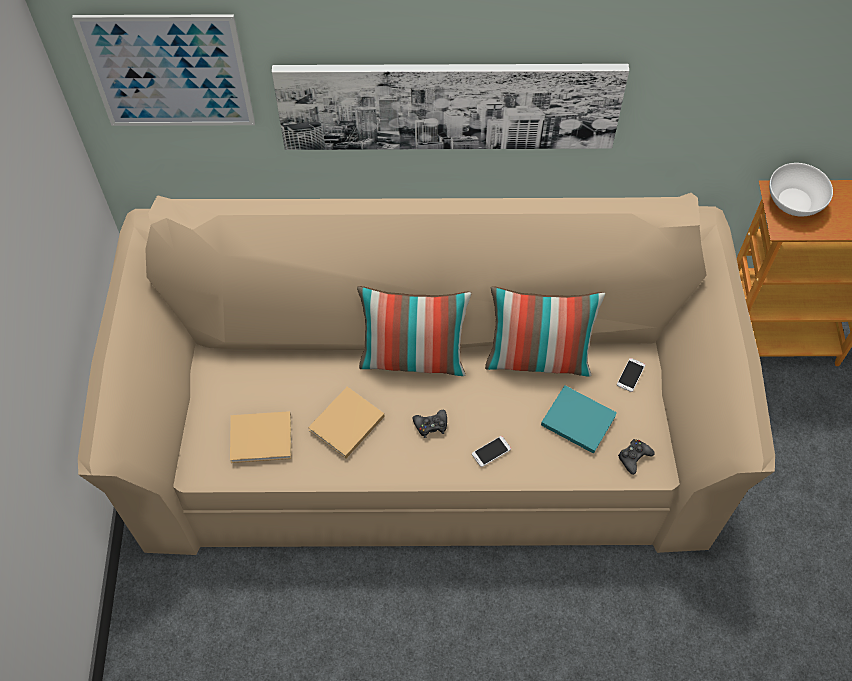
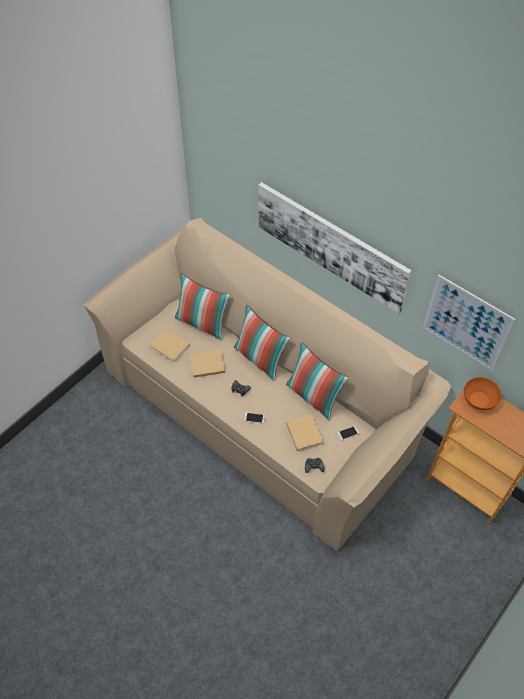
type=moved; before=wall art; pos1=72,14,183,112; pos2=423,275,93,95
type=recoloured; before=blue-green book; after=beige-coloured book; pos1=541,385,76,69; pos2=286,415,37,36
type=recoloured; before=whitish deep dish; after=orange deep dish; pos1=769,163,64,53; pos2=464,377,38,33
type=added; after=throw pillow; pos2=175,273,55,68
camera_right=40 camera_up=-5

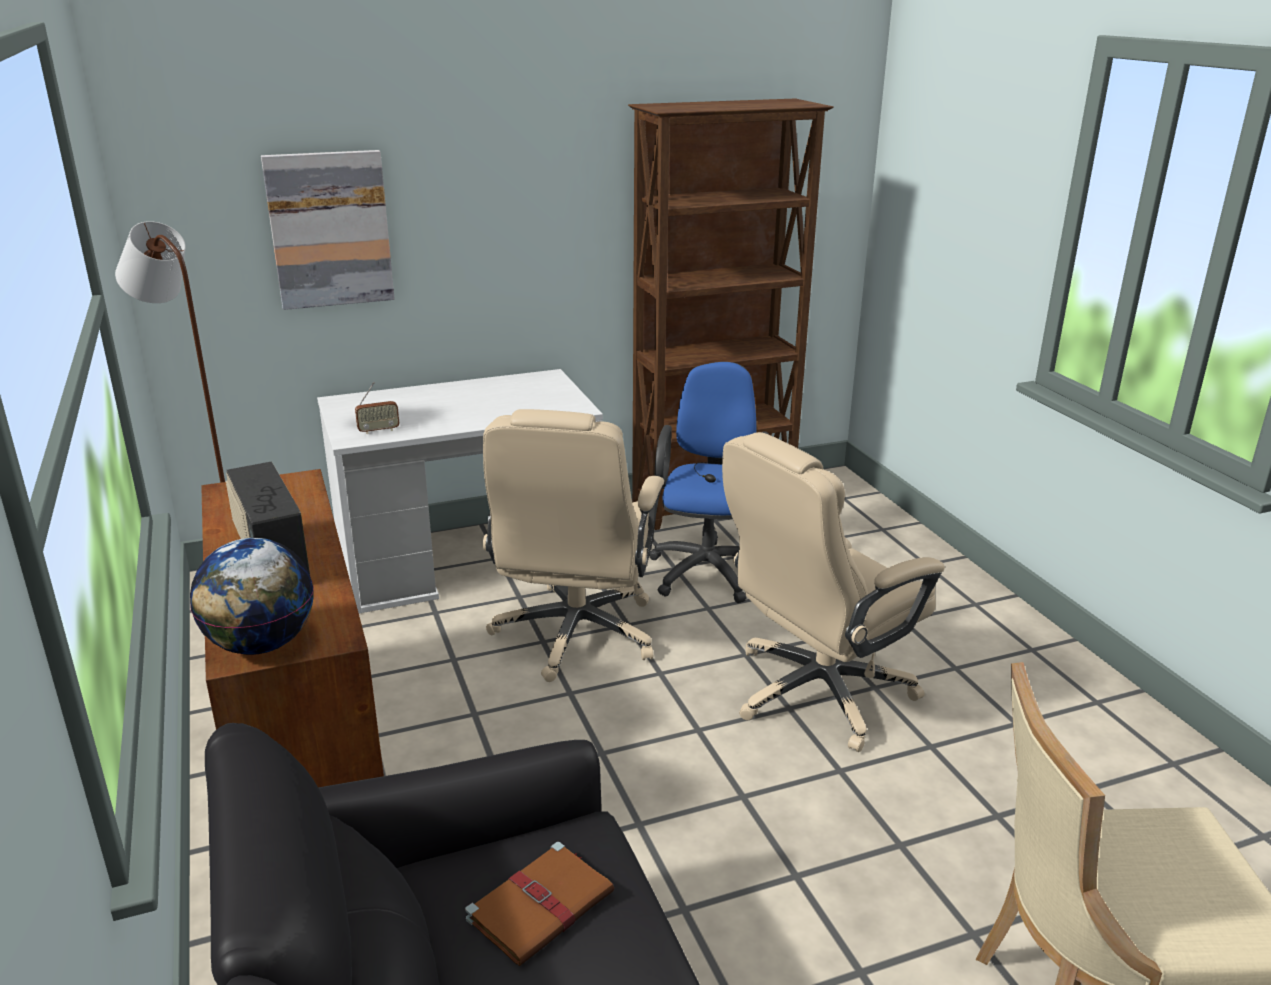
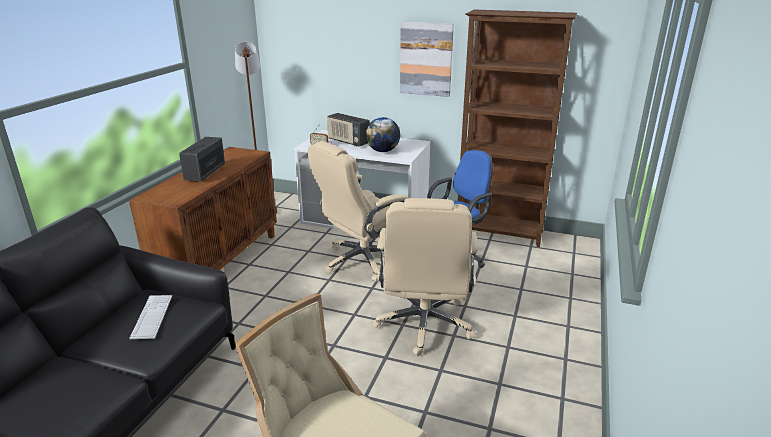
type=moved; before=world globe; pos1=190,538,124,117; pos2=366,117,34,35
type=moved; before=wall art; pos1=261,150,134,160; pos2=400,22,54,75
type=replaced; before=brown-coloured book; after=computer keyboard; pos1=465,842,149,124; pos2=130,295,42,44
type=turned; before=beige-coloured desk chair; pos1=722,432,223,320; pos2=372,198,106,158; turn=-90
type=added; after=radio receiver; pos2=327,113,43,34
camera_right=40 camera_up=0

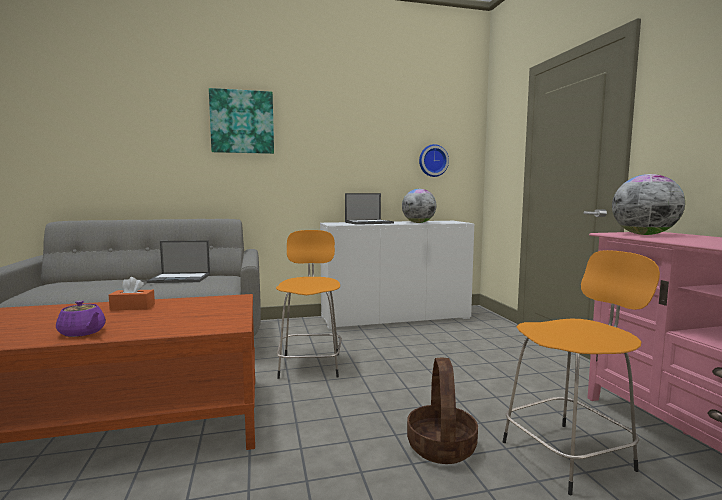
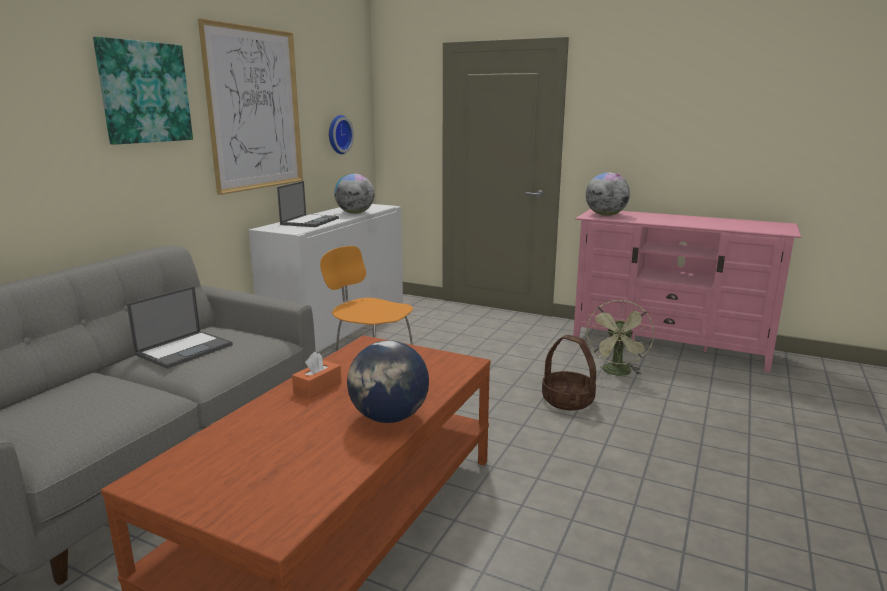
type=replaced; before=purple tea pot; after=world globe; pos1=56,300,50,37; pos2=347,340,82,83
type=replaced; before=orange stool; after=green fan; pos1=503,250,157,245; pos2=587,300,67,76
type=added; after=wall art; pos2=198,18,105,177
camera_right=-50 camera_up=10

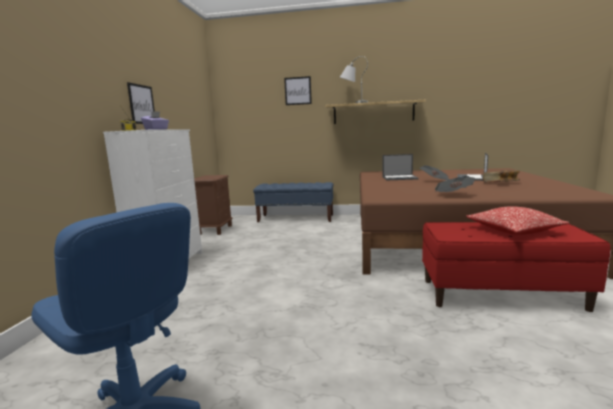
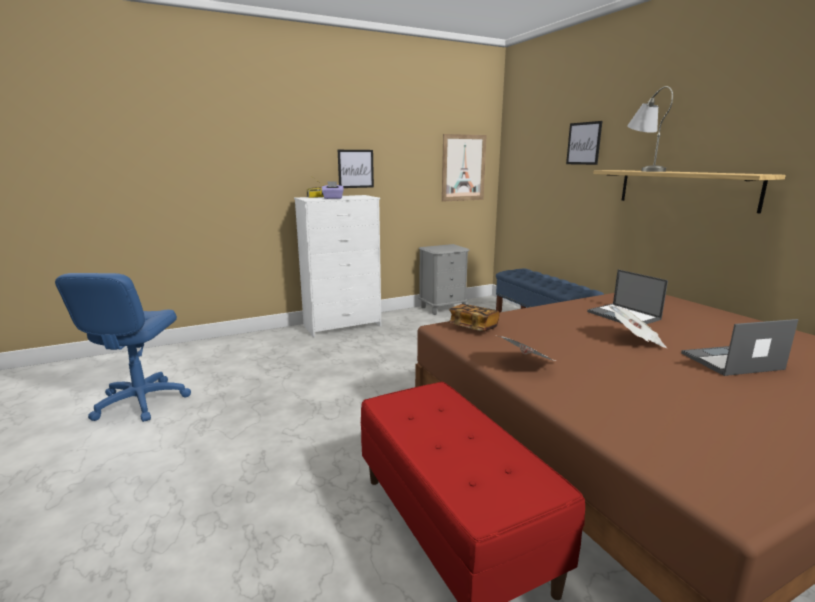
type=recoloured; before=brown-coloured bedside table; after=grey bedside table; pos1=194,175,39,60; pos2=418,244,51,71
type=removed; before=throw pillow; pos1=466,206,104,29
type=moved; before=book; pos1=483,170,37,13; pos2=448,304,52,27
type=added; after=wall art; pos2=442,134,45,68
camera_right=55 camera_up=5

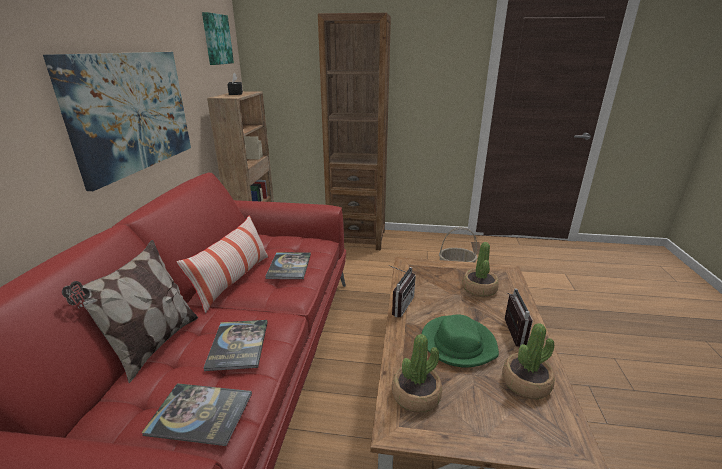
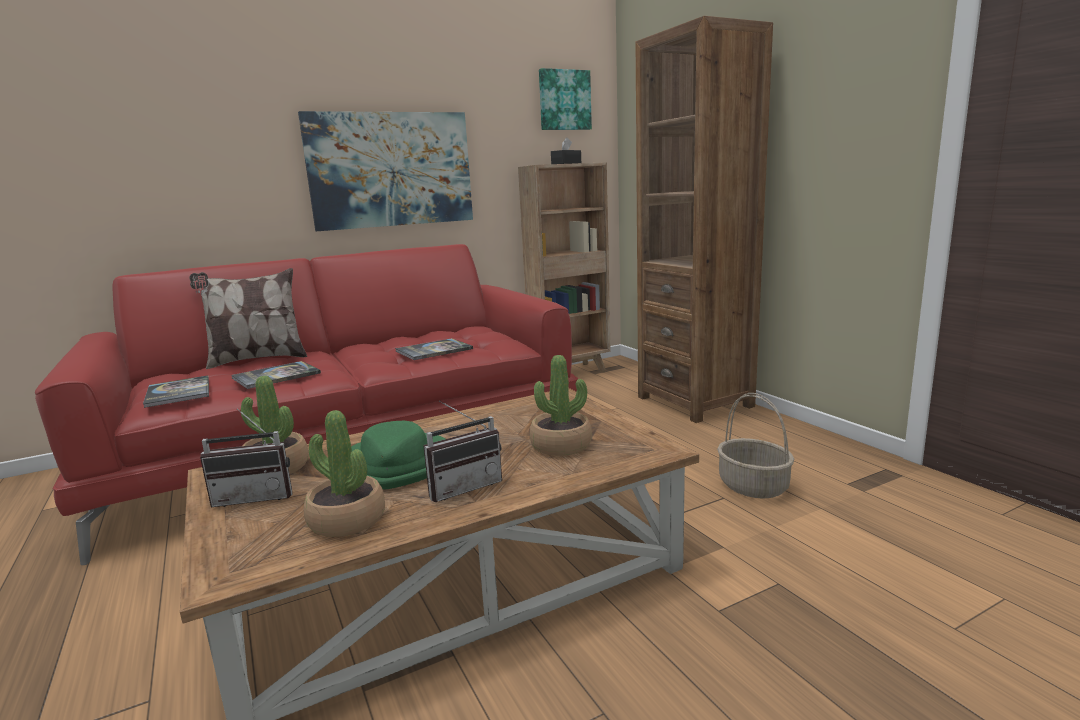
type=removed; before=throw pillow; pos1=176,215,93,98
type=moved; before=radio receiver; pos1=391,266,25,51; pos2=200,408,93,99
camera_right=55 camera_up=-10

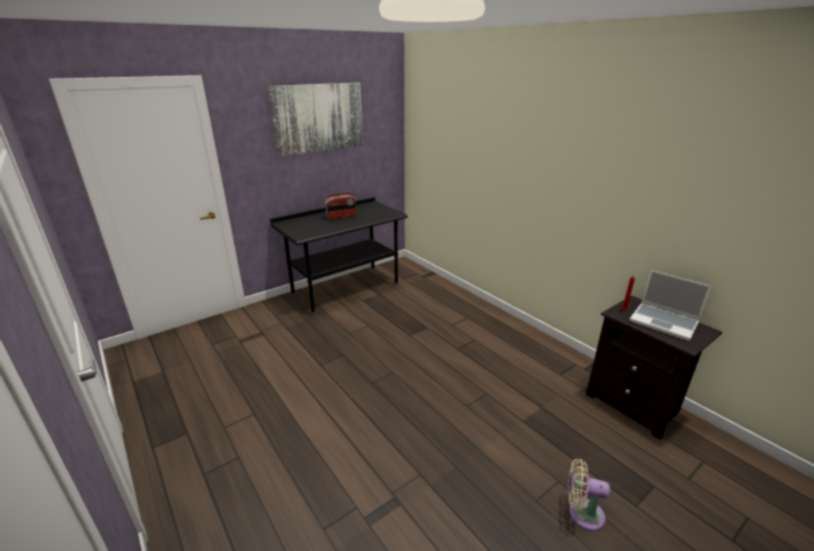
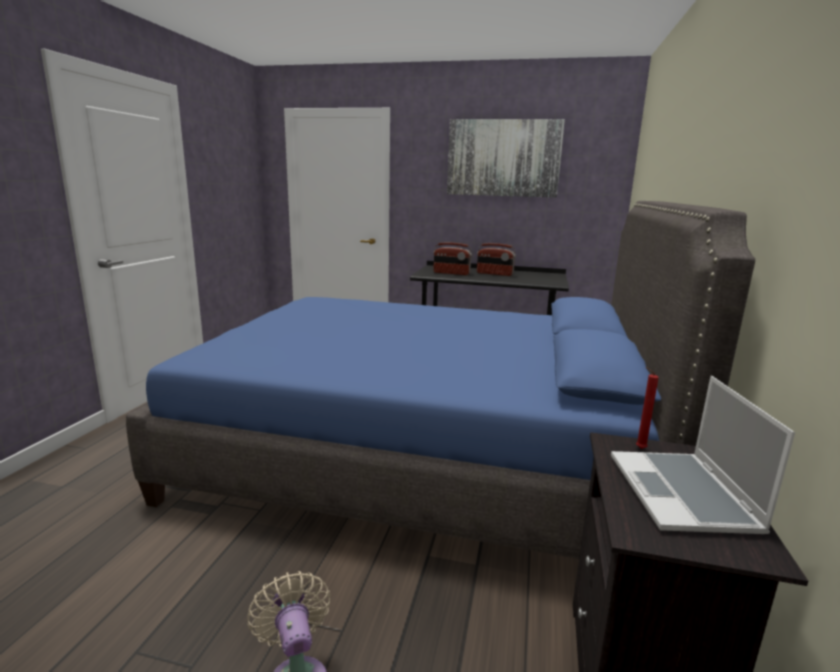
type=added; after=blue-coloured sleeping bed; pos2=126,201,629,358
type=added; after=radio receiver; pos2=433,243,39,32
camera_right=50 camera_up=-10

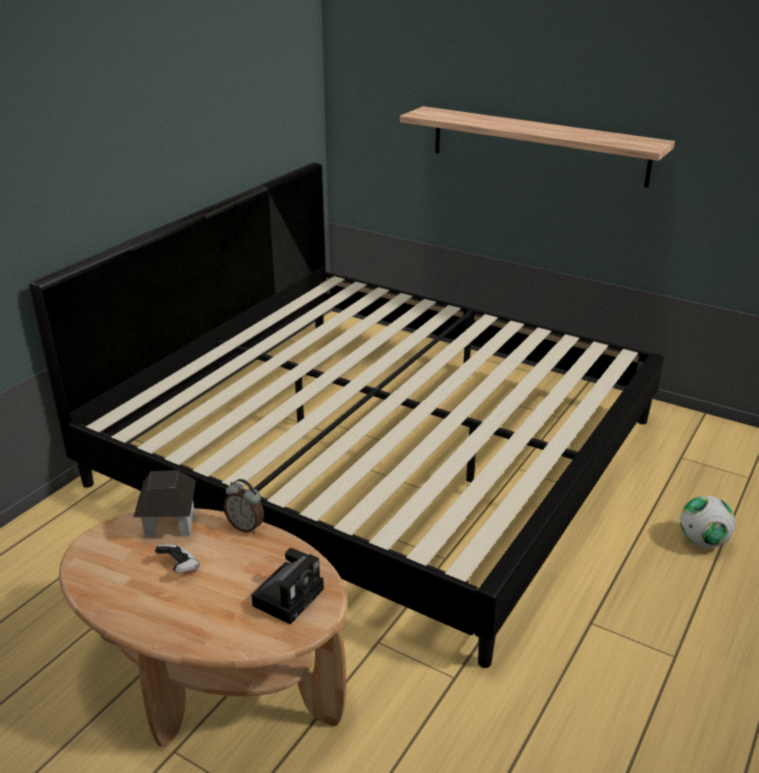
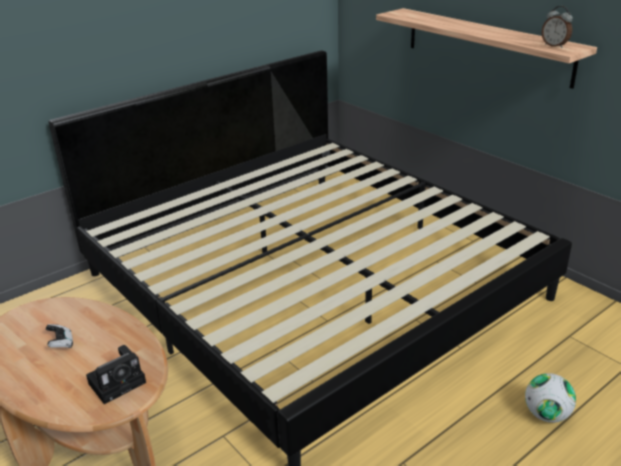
type=removed; before=model house; pos1=133,470,63,68
type=moved; before=alarm clock; pos1=223,479,41,55; pos2=541,6,32,42
camera_right=20 camera_up=0

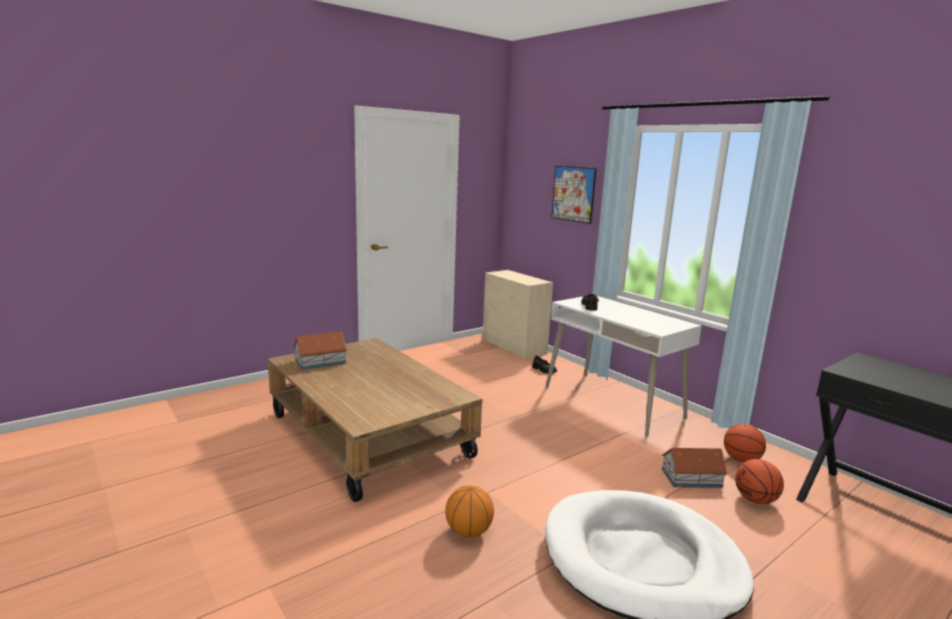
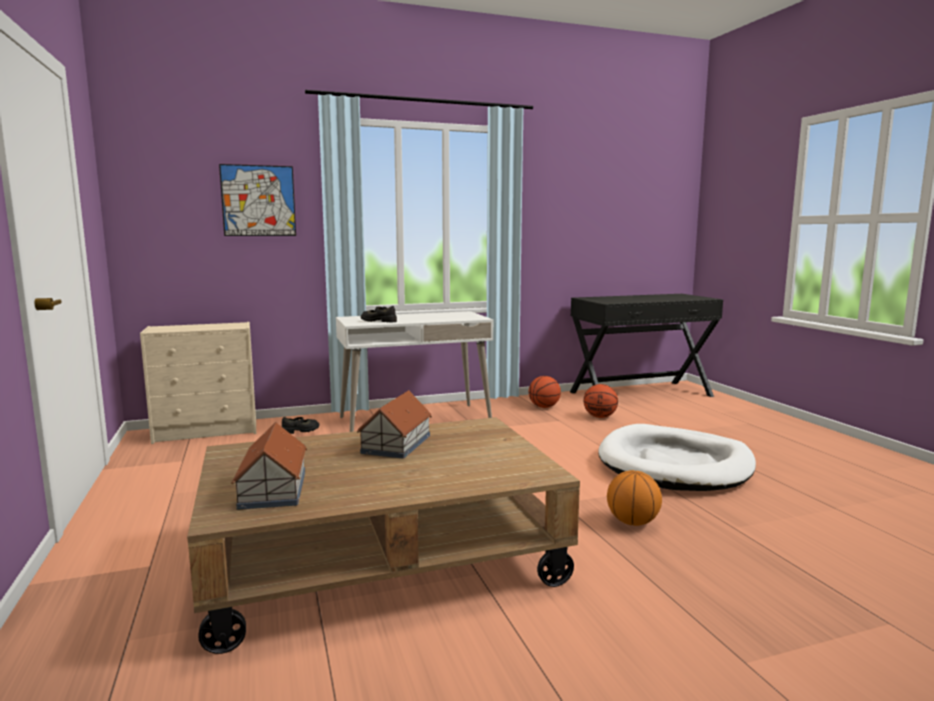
type=moved; before=model house; pos1=662,448,66,40; pos2=357,390,75,69
camera_right=-70 camera_up=-5

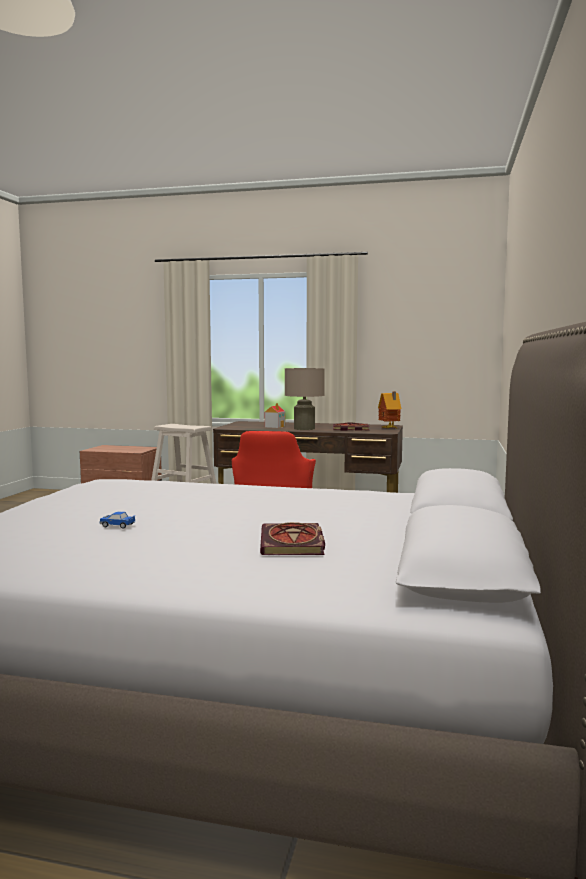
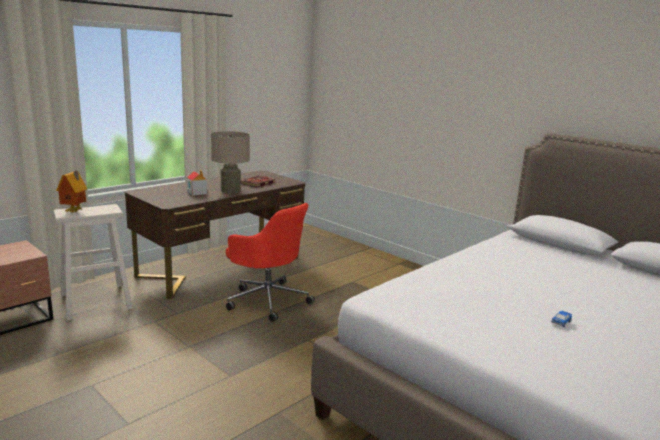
type=removed; before=book; pos1=260,522,65,33
type=moved; before=model house; pos1=378,392,23,36; pos2=56,171,31,41
camera_right=-60 camera_up=10

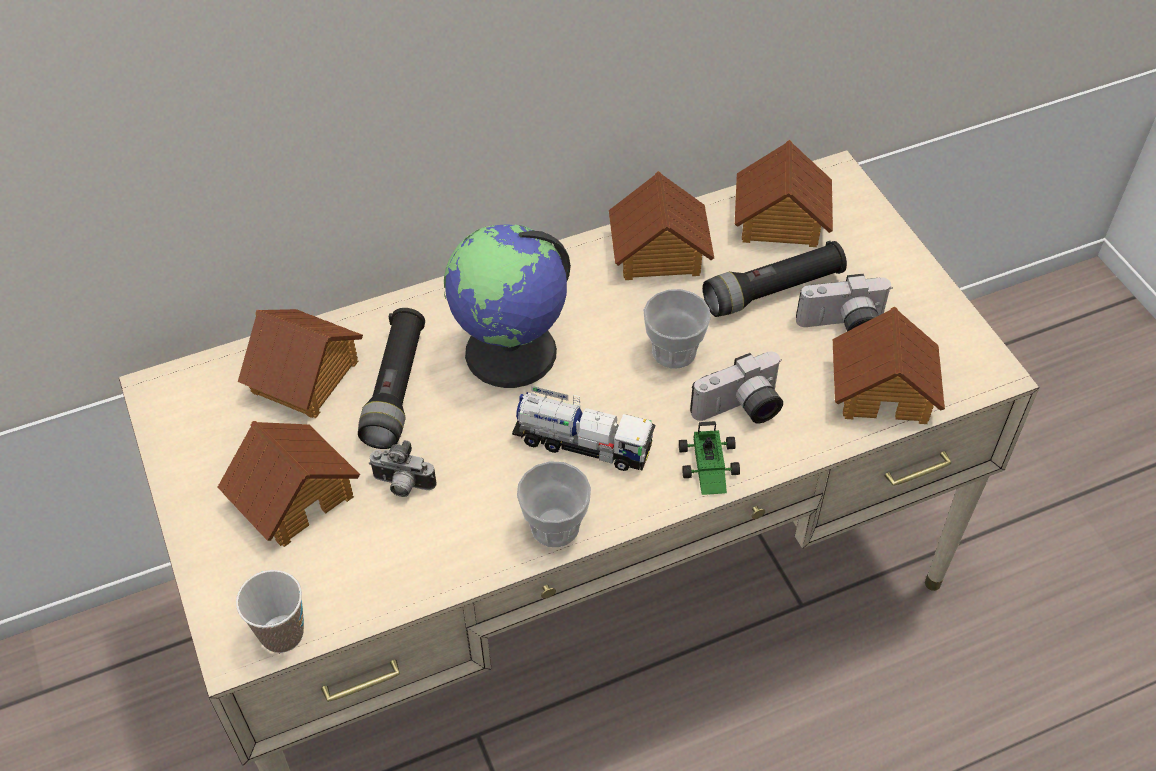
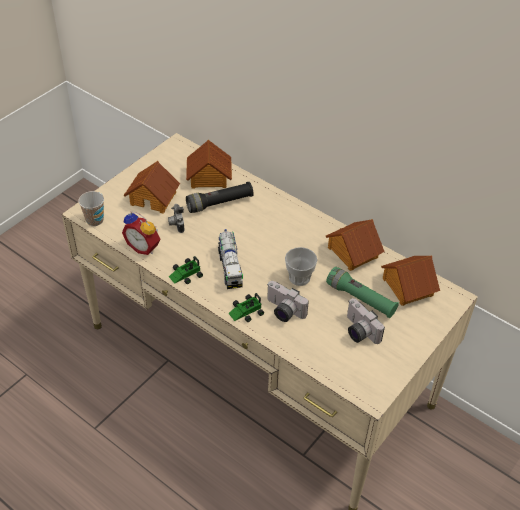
type=removed; before=world globe; pos1=444,224,127,164
type=replaced; before=drinking cup; after=toy car; pos1=517,461,74,86; pos2=169,256,34,28
type=recoloured; before=black-coloured hand torch; after=green hand torch; pos1=703,241,144,76; pos2=326,267,73,51
type=removed; before=model house; pos1=833,306,112,118
type=added; after=alarm clock; pos2=122,211,38,44
camera_right=60 camera_up=-5

